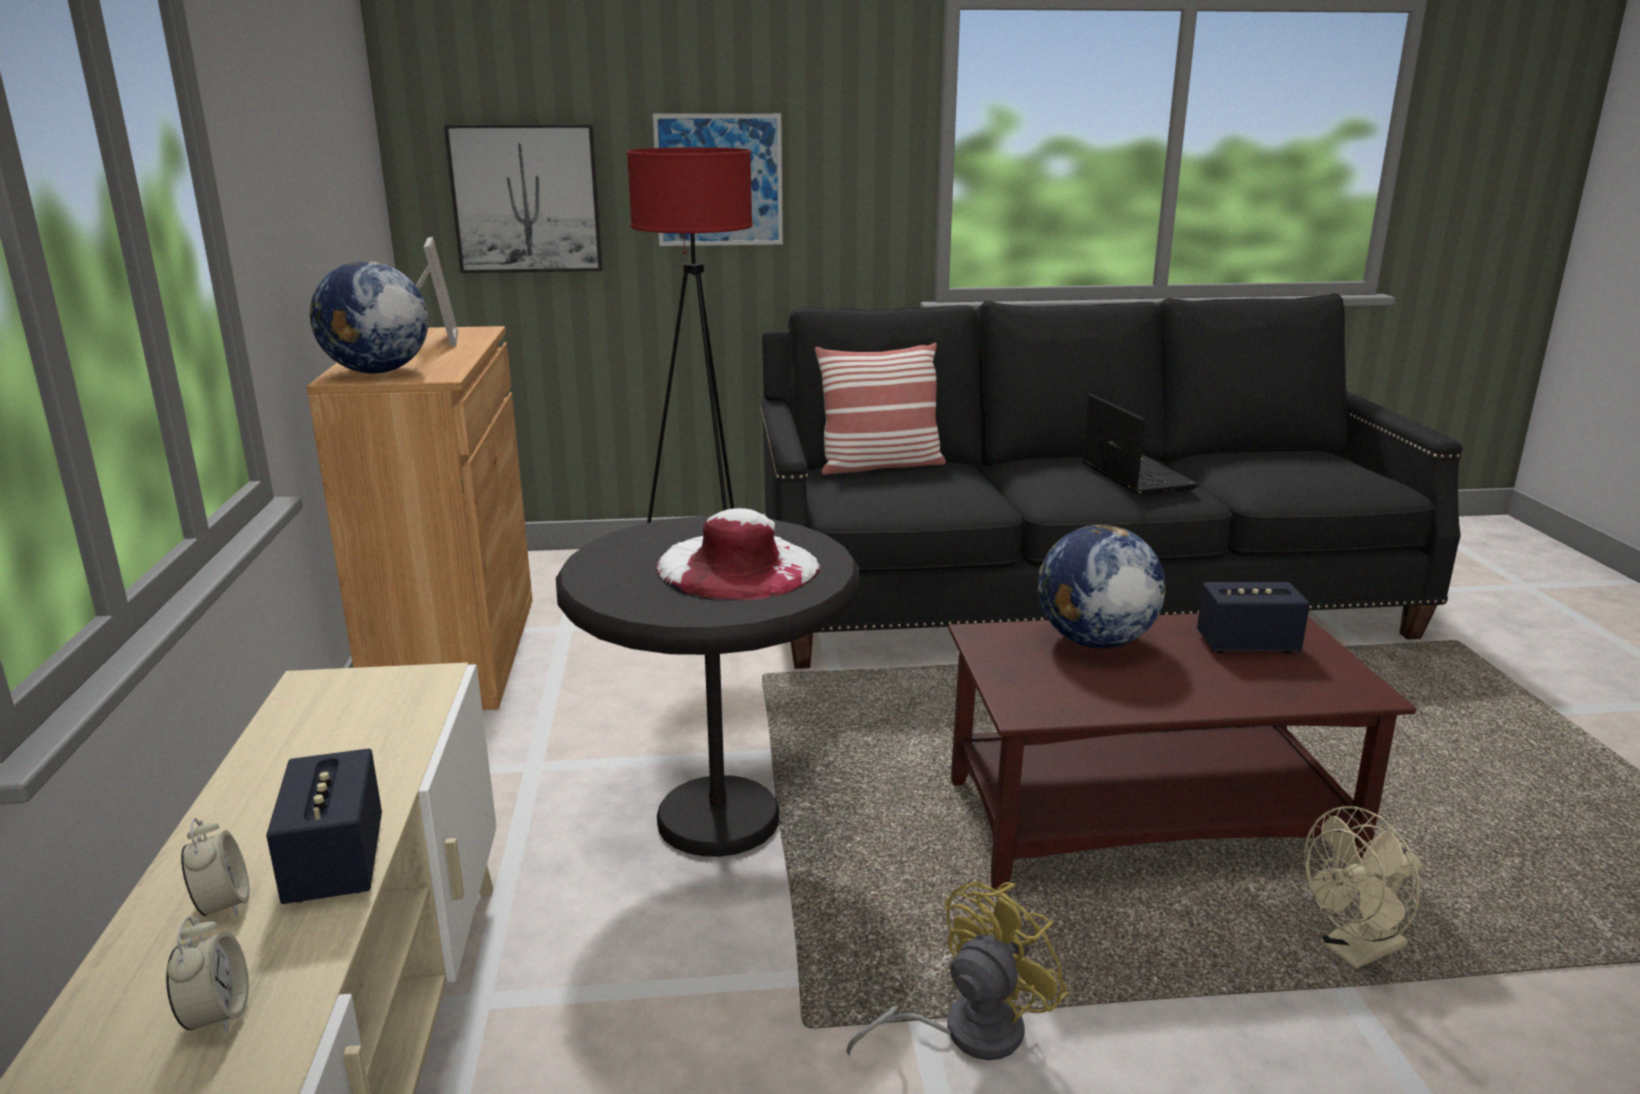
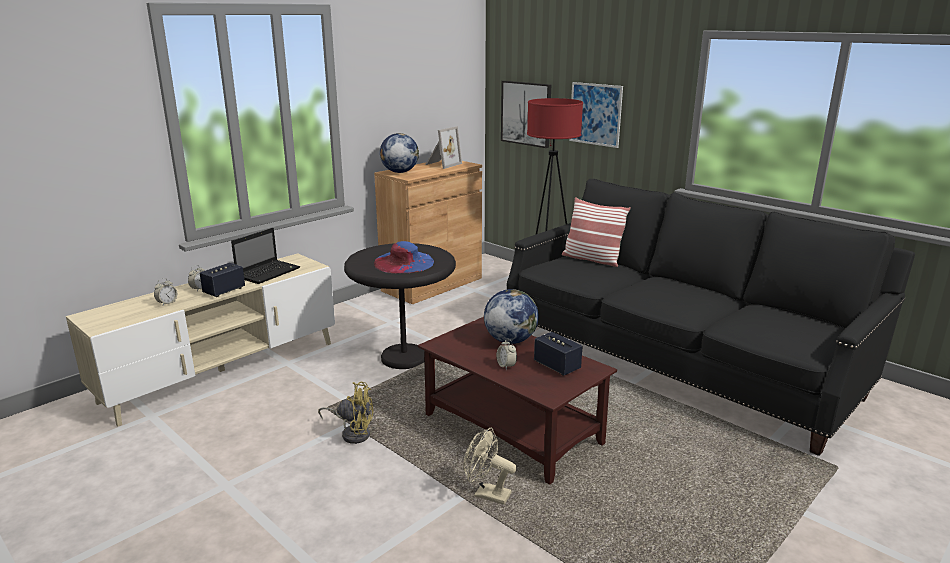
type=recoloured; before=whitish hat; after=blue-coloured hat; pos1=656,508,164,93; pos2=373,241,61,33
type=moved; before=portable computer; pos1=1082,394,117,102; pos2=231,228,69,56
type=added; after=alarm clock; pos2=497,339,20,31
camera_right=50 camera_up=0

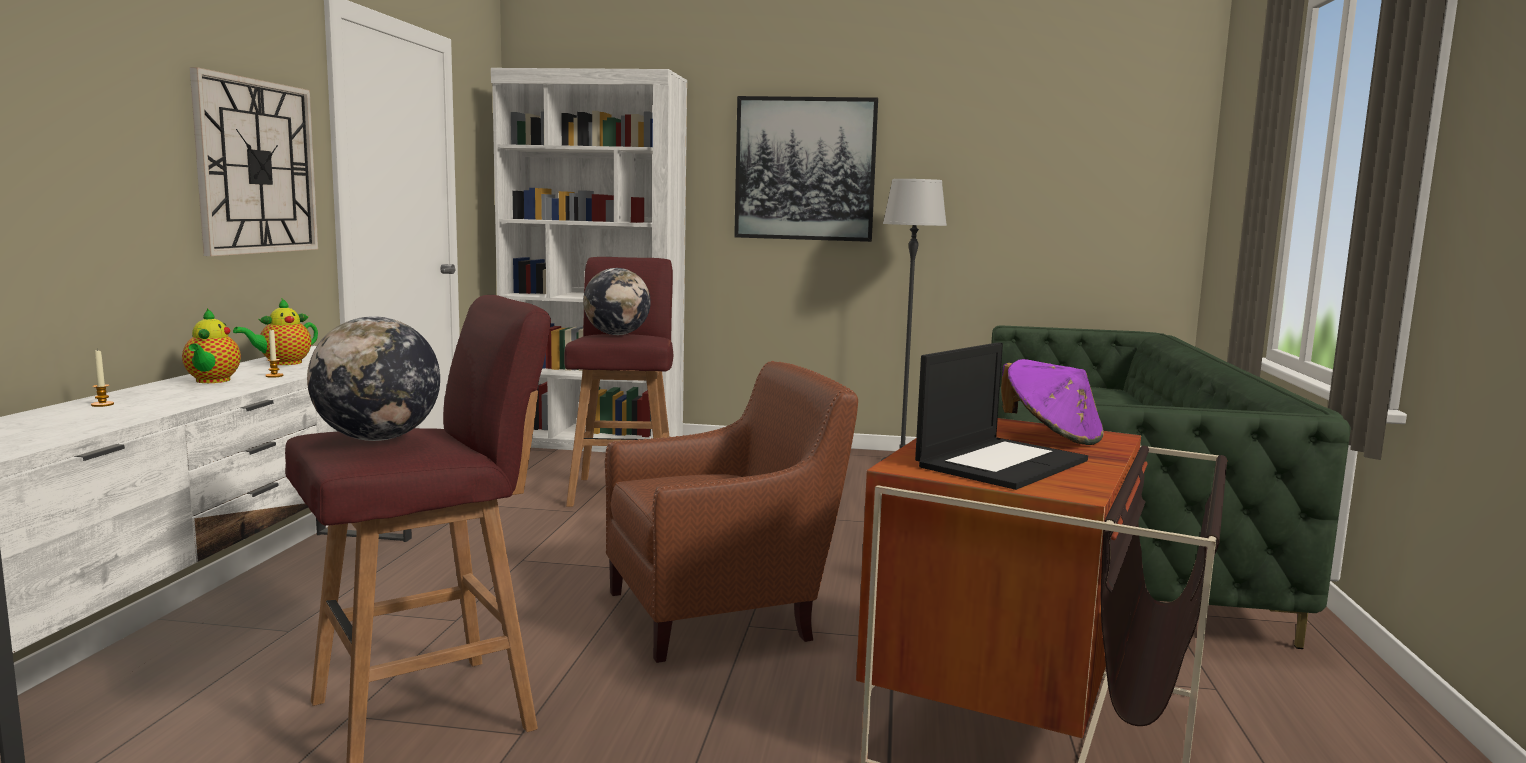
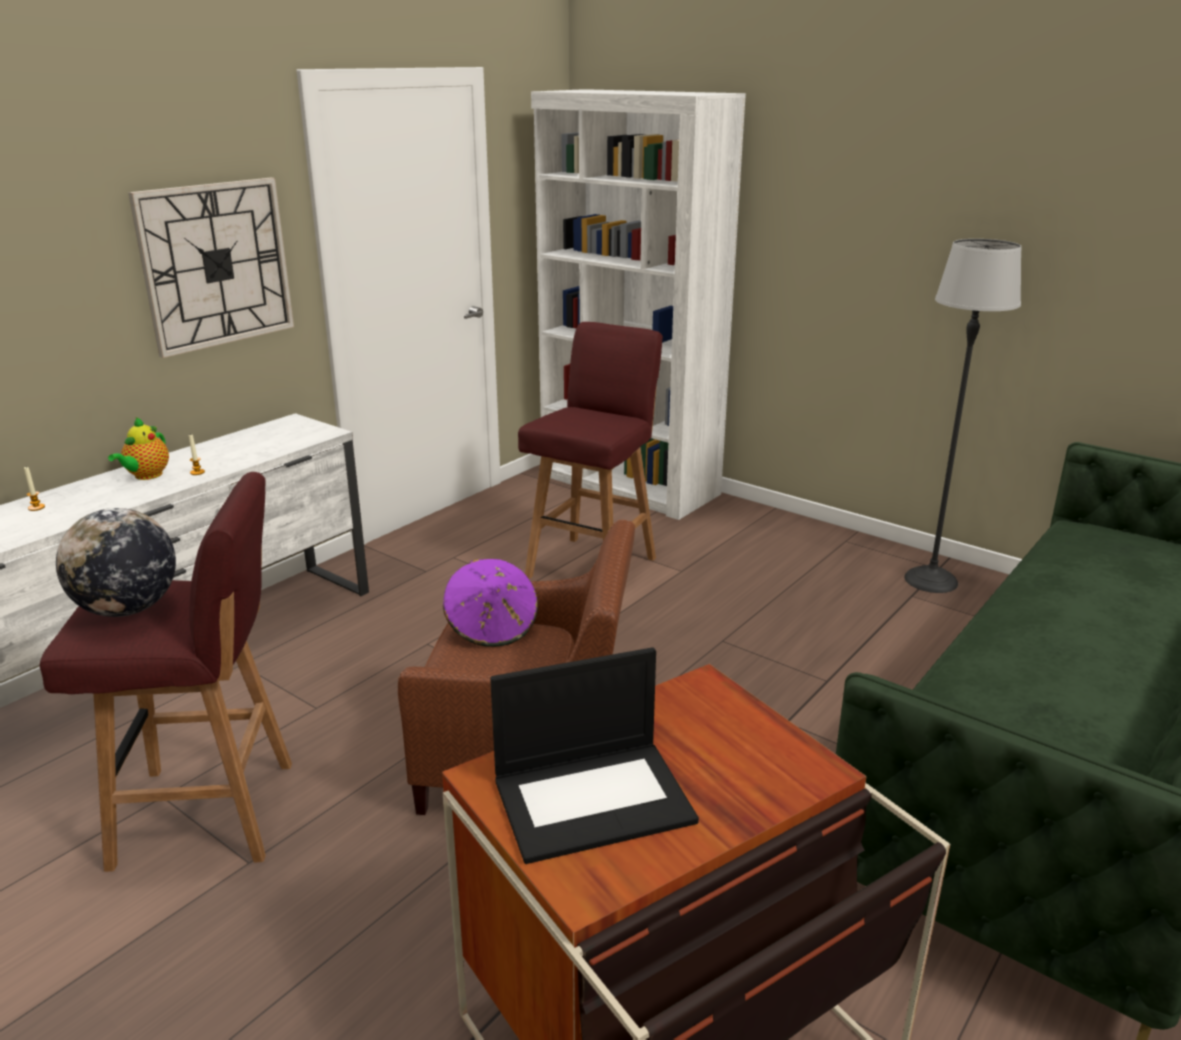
type=removed; before=tea pot; pos1=233,298,85,67
type=removed; before=world globe; pos1=583,268,68,67
type=removed; before=wall art; pos1=734,96,144,146
type=moved; before=purple hat; pos1=1001,359,103,86; pos2=443,559,95,88
camera_right=30 camera_up=15

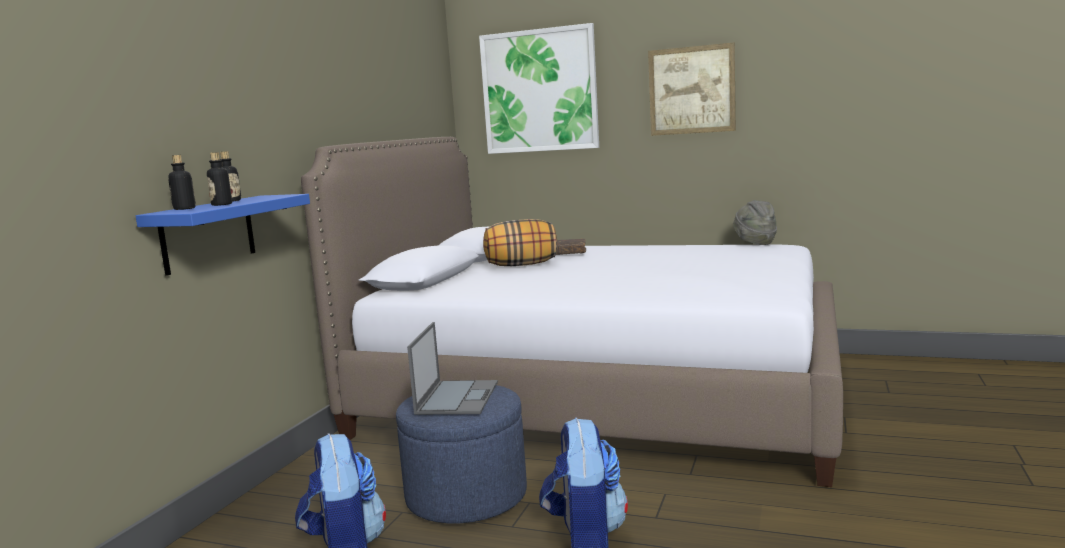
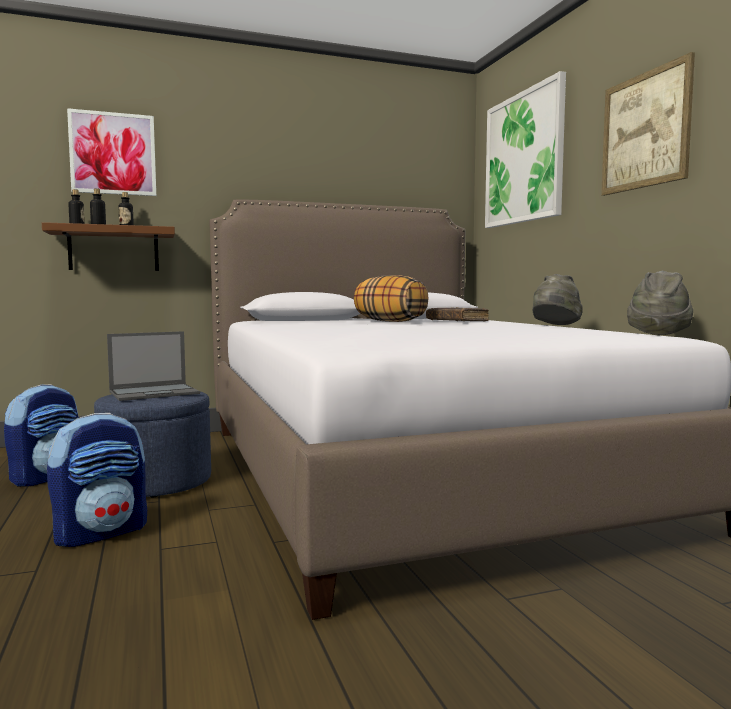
type=recoloured; before=blue-coloured wall shelf; after=brown-coloured wall shelf; pos1=136,194,174,82; pos2=42,222,133,49
type=added; after=wall art; pos2=67,108,89,88
type=added; after=grey hat; pos2=532,274,51,51
camera_right=50 camera_up=-5

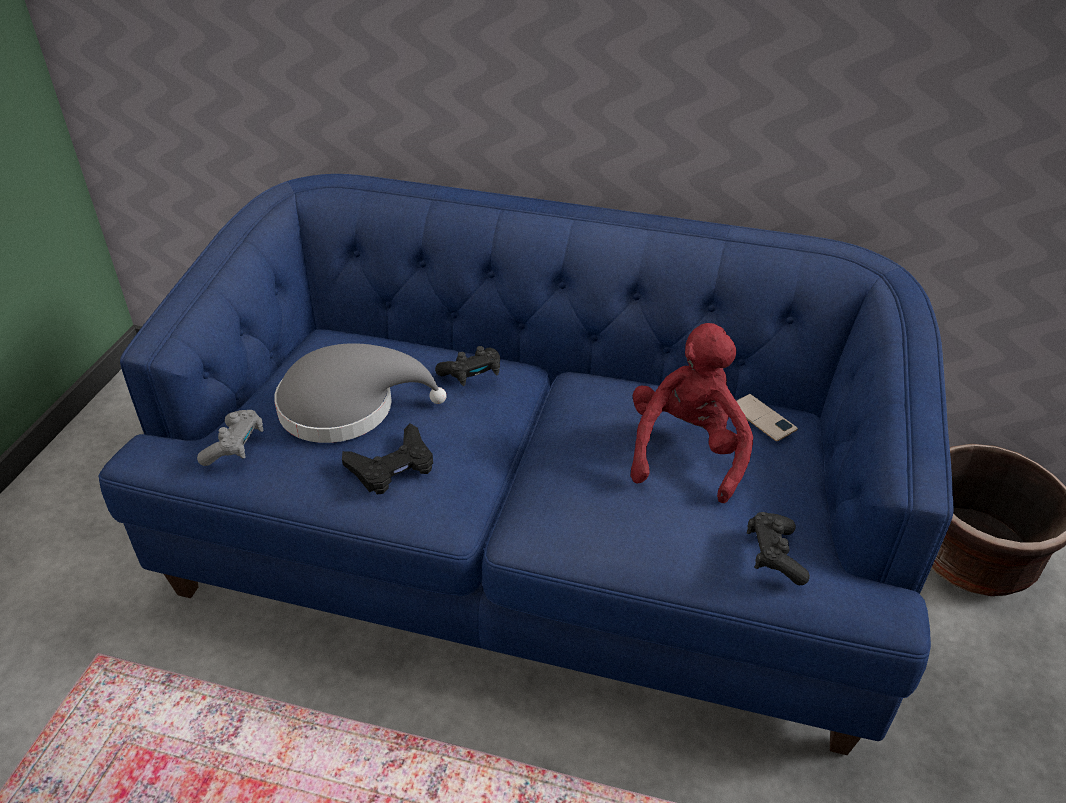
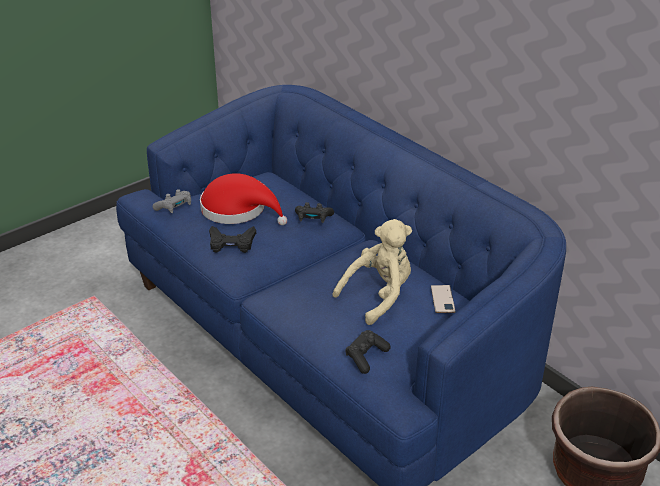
type=recoloured; before=grey hat; after=red-coloured hat; pos1=274,343,173,100; pos2=200,173,87,52
type=recoloured; before=red-coloured cuddly toy; after=beige-coloured cuddly toy; pos1=631,323,122,181; pos2=333,219,79,106
camera_right=35 camera_up=-5

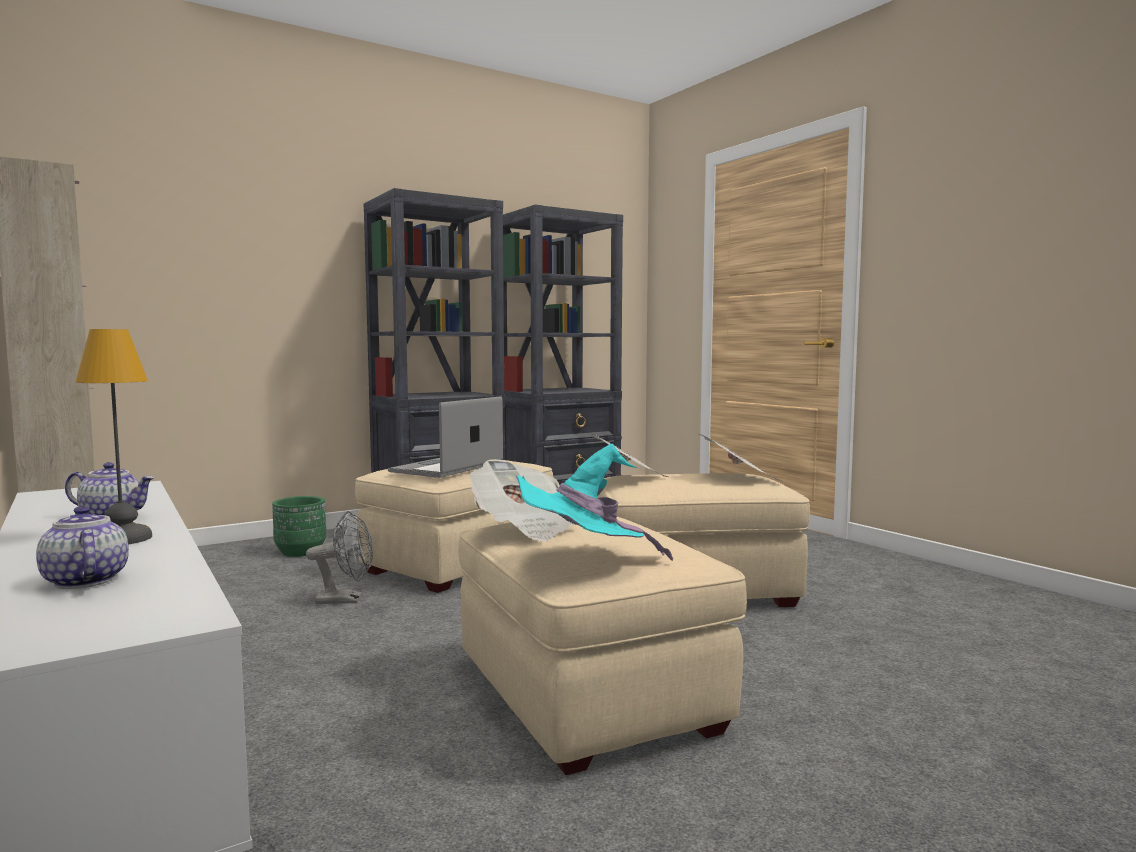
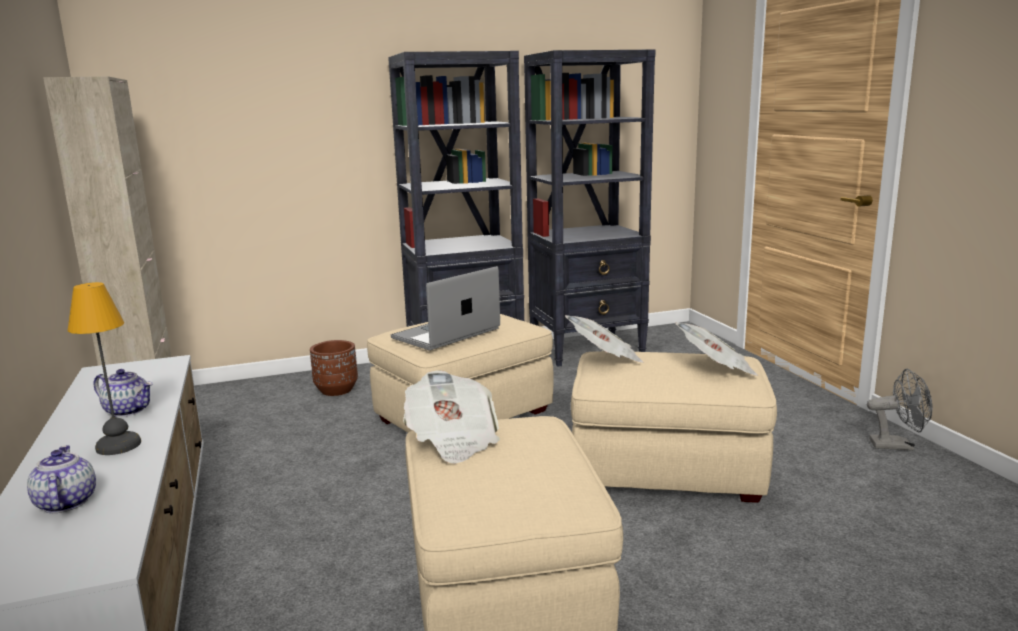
type=recoloured; before=green flower pot; after=brown-coloured flower pot; pos1=272,496,54,61; pos2=310,340,48,56
type=moved; before=grey fan; pos1=306,511,67,93; pos2=867,369,66,81
type=removed; before=blue-green hat; pos1=516,444,157,117
camera_right=15 camera_up=10

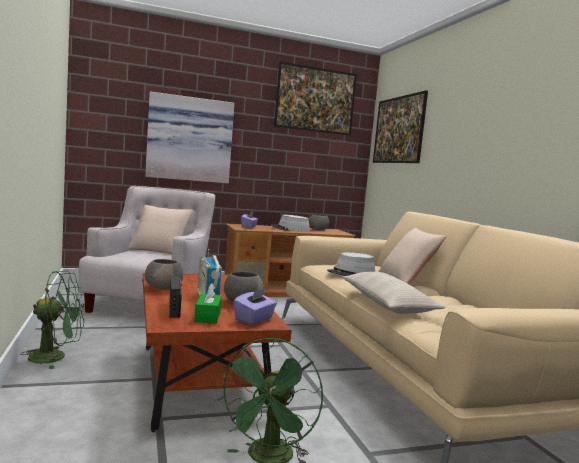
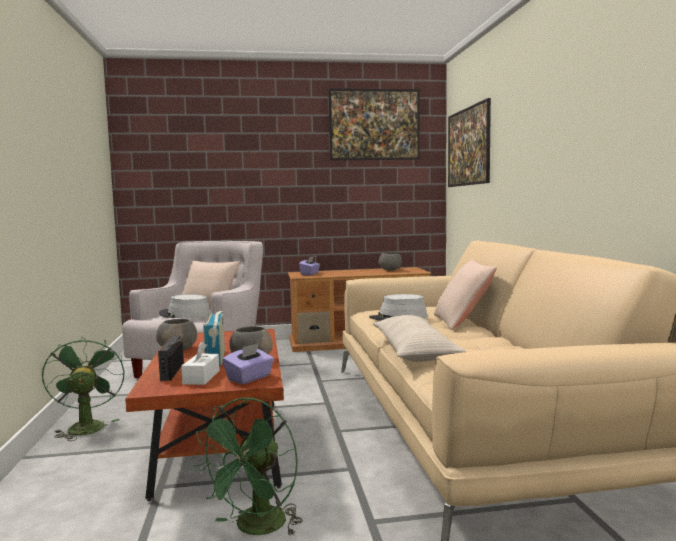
type=turned; before=green fan; pos1=21,271,63,98; pos2=42,336,82,105; turn=-105
type=removed; before=wall art; pos1=145,92,90,91
type=recoloured; before=green box of tissues; after=whitish box of tissues; pos1=194,283,28,41; pos2=181,342,38,43
type=moved; before=grey hat; pos1=271,215,39,17; pos2=159,294,51,24
camera_right=10 camera_up=0

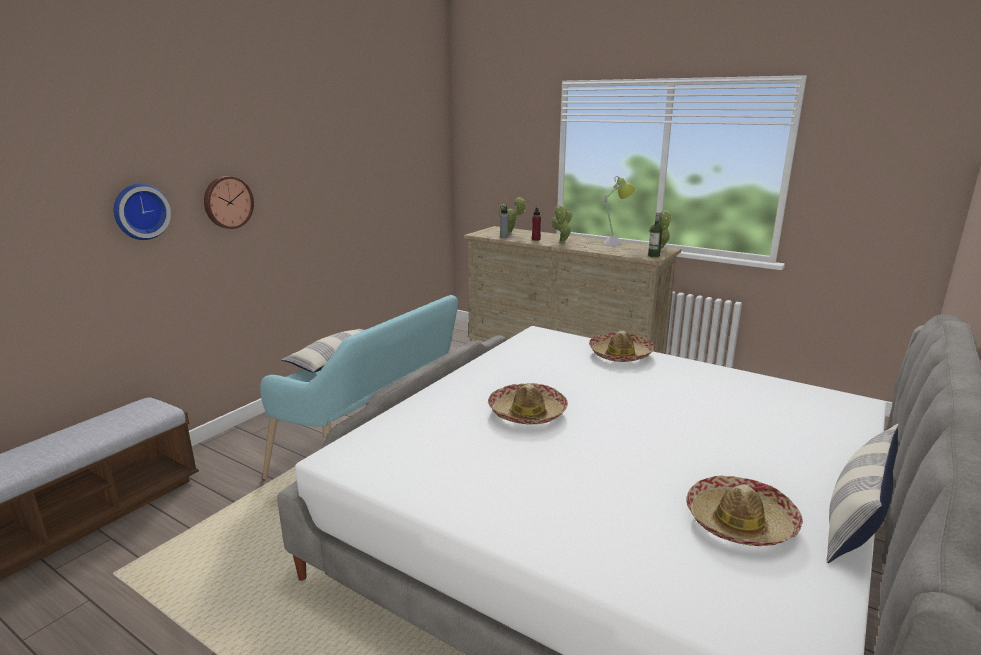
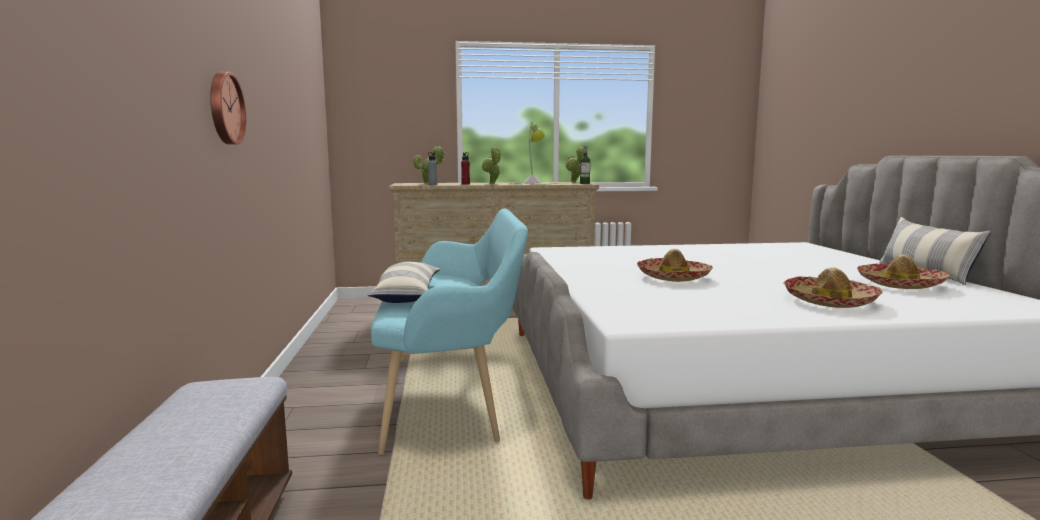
type=removed; before=hanging clock; pos1=114,183,57,57
type=moved; before=hat; pos1=589,331,66,31; pos2=783,267,100,41
camera_right=-40 camera_up=-10

